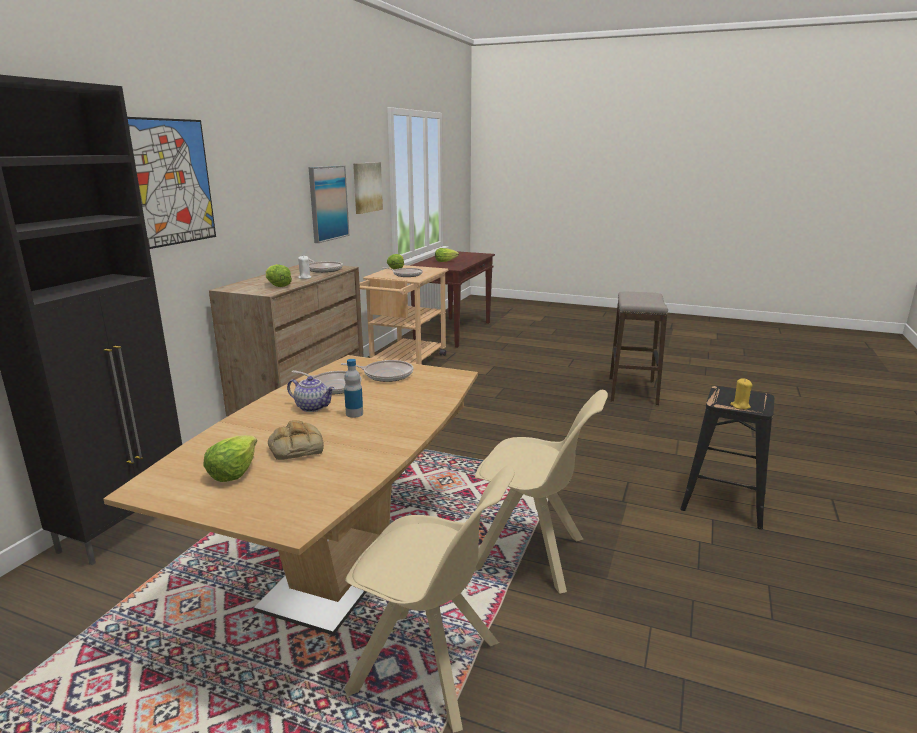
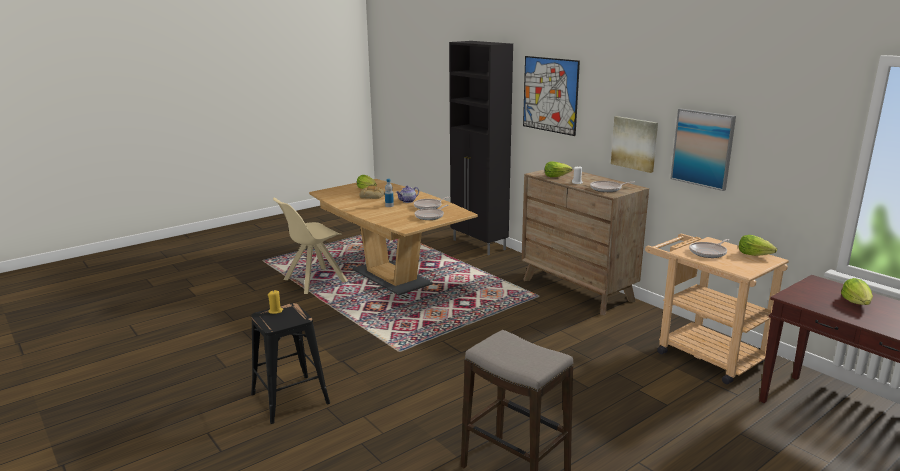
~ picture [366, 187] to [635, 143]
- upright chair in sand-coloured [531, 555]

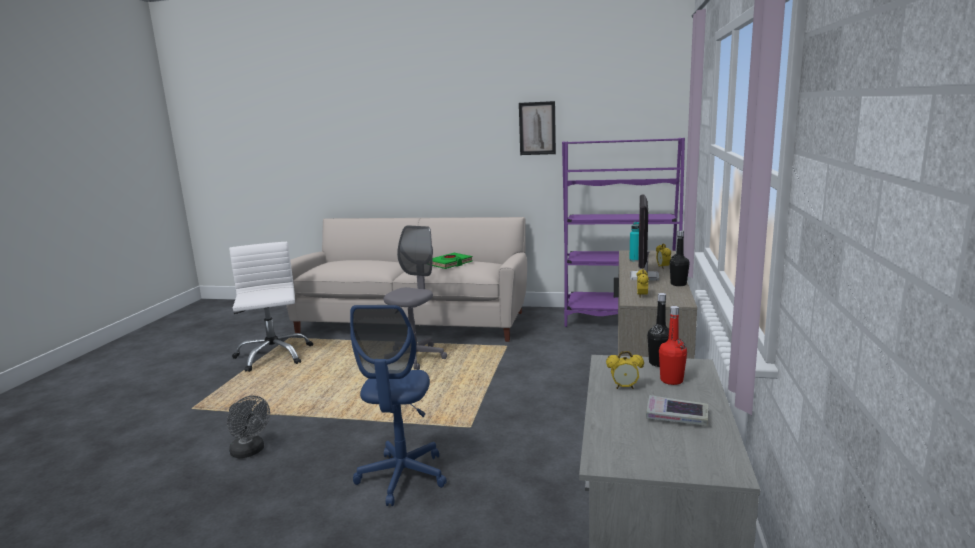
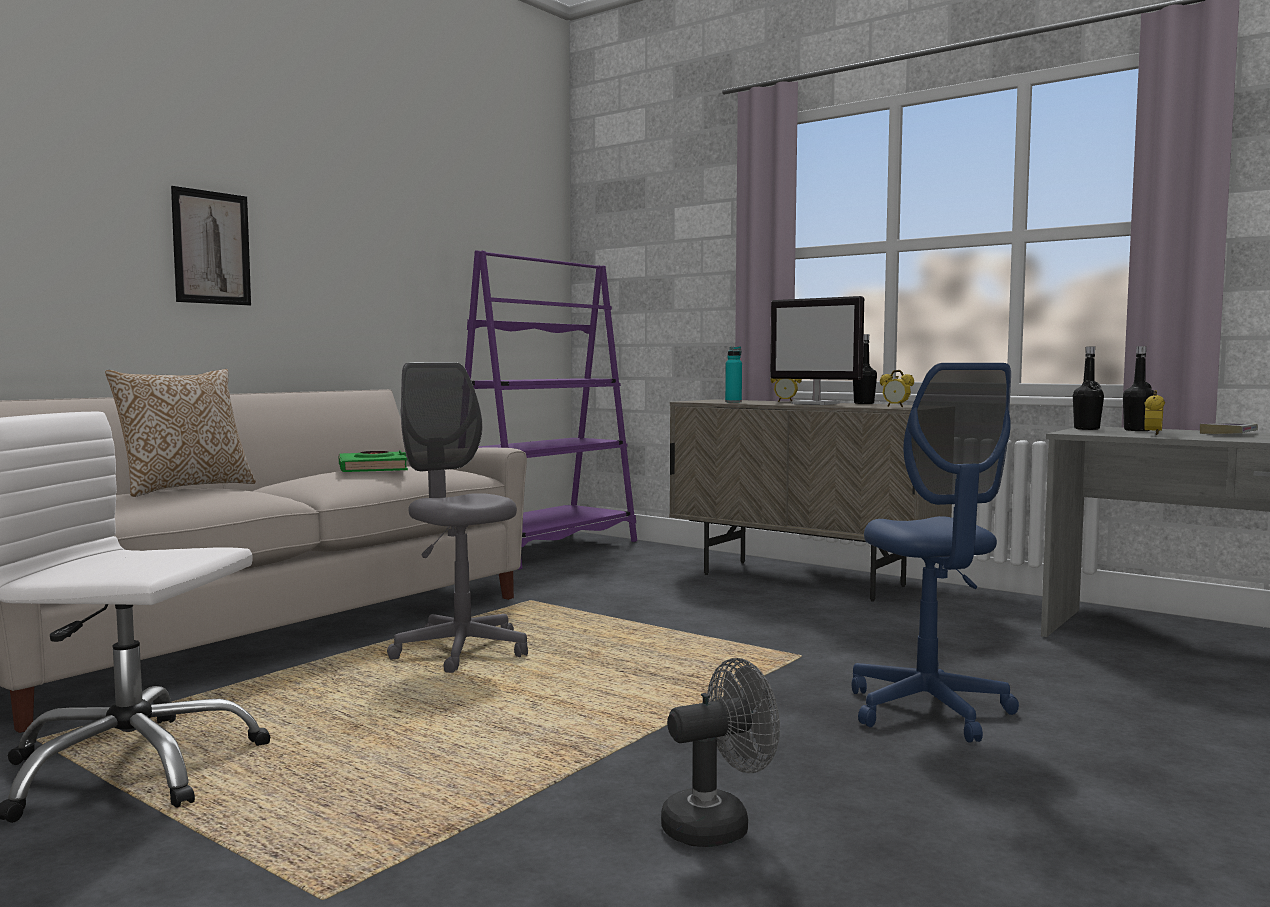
+ cushion [184, 488]
~ picture [537, 128] to [211, 247]
~ office chair in bluish [402, 477] = [928, 711] 45 degrees clockwise
~ bottle in red-coloured [671, 380] to bottle in black [1137, 430]

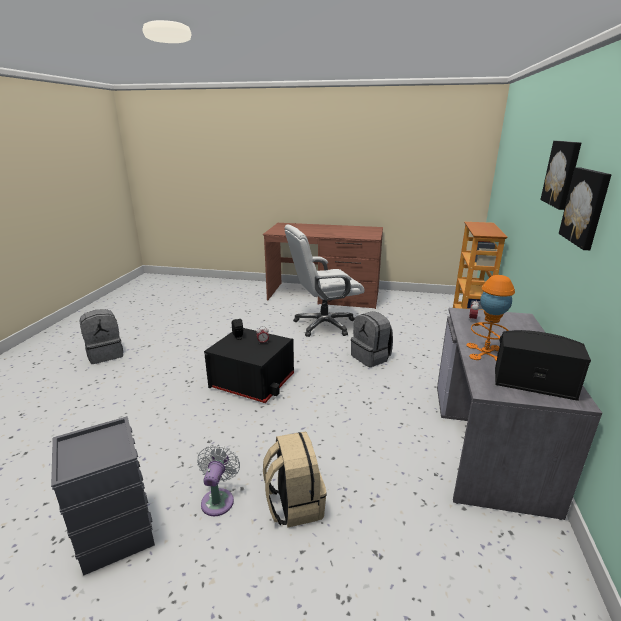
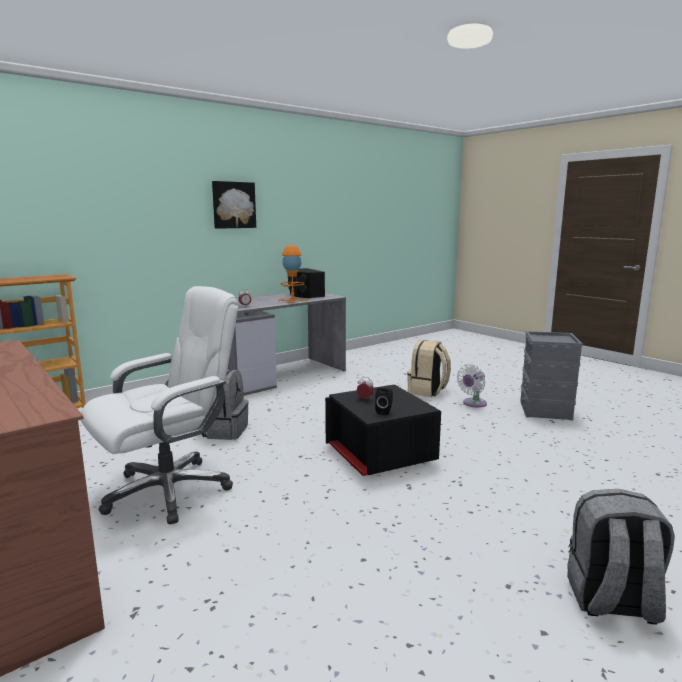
~ office chair in white [323, 325] = [169, 490] 60 degrees counterclockwise
- picture [562, 174]

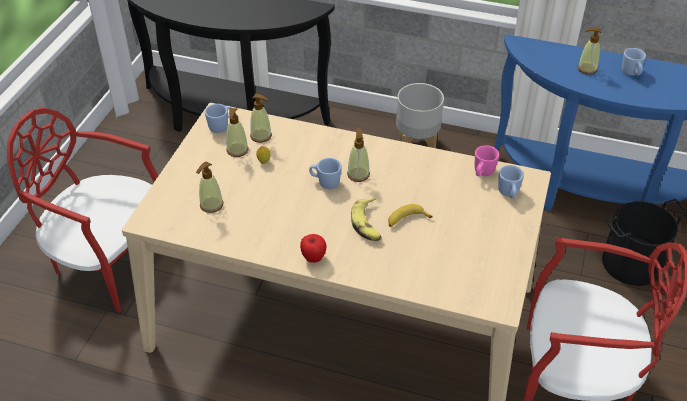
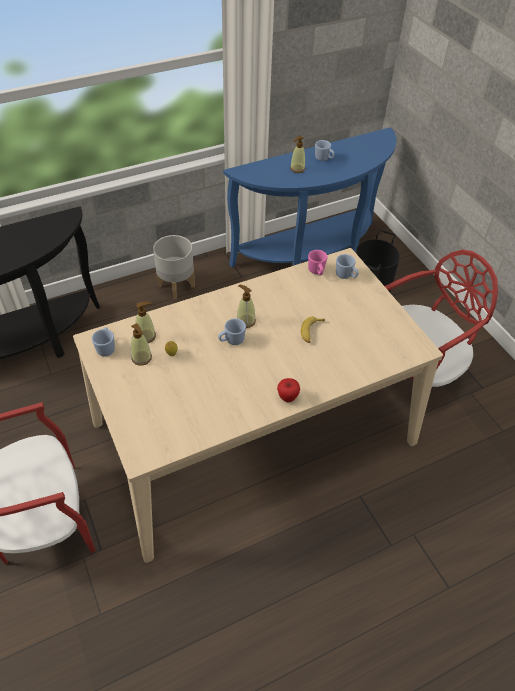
- soap bottle [211, 205]
- banana [368, 224]

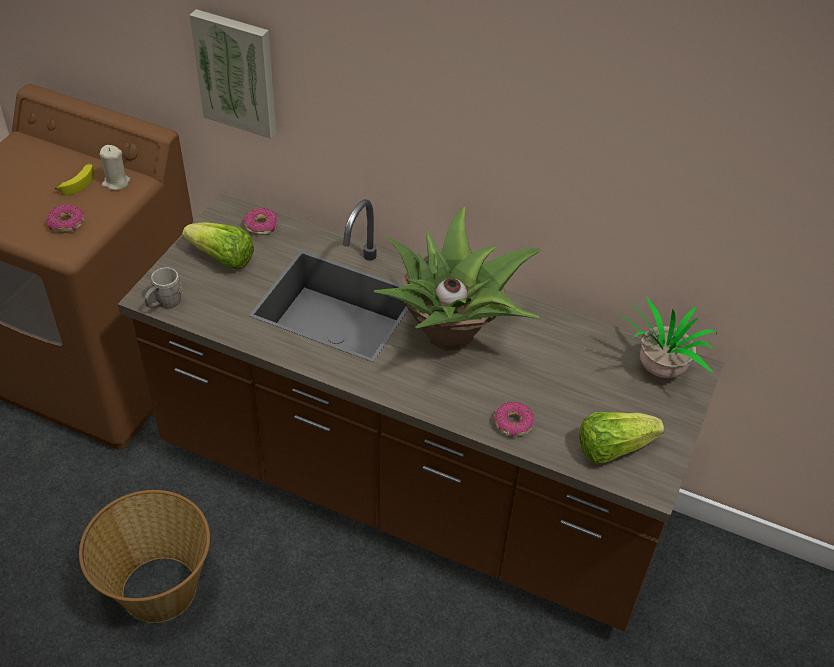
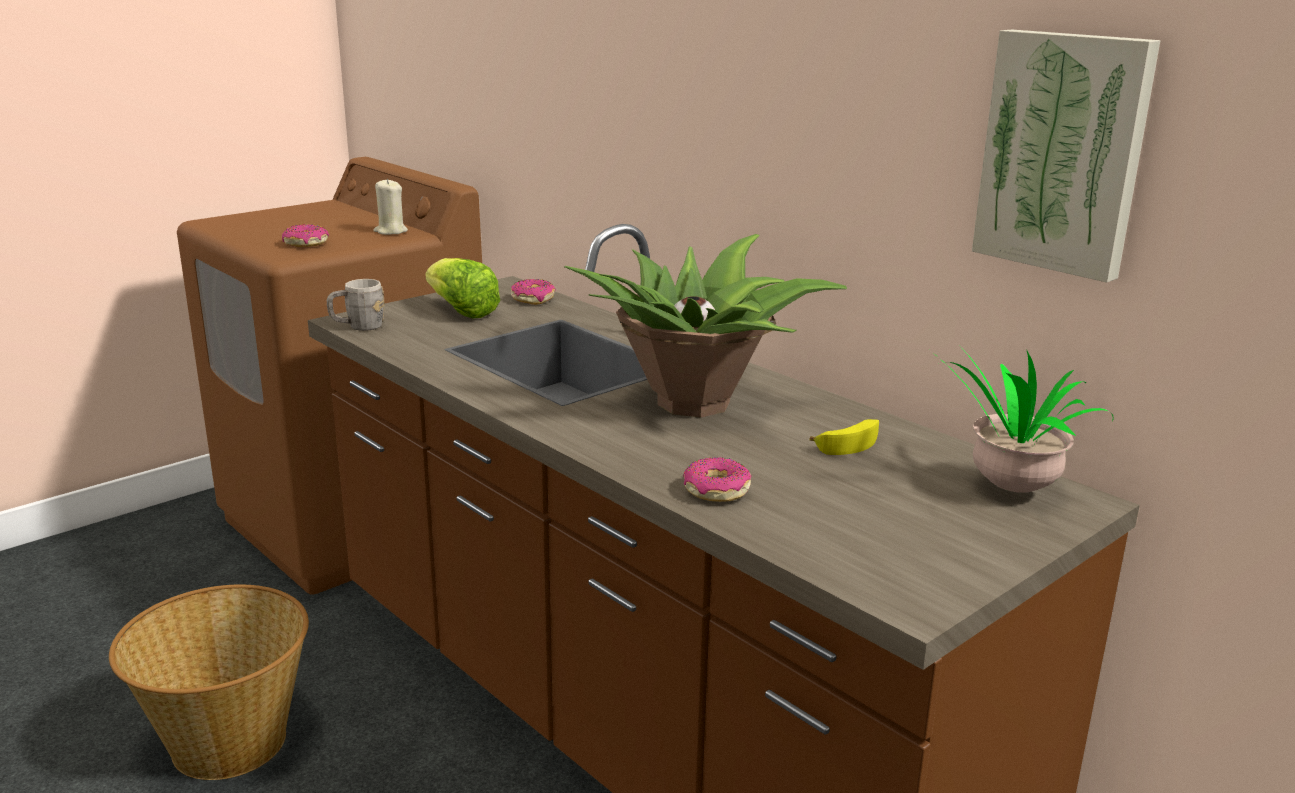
~ banana [78, 182] to [849, 443]
~ picture [237, 72] to [1064, 152]
- lettuce head [612, 448]

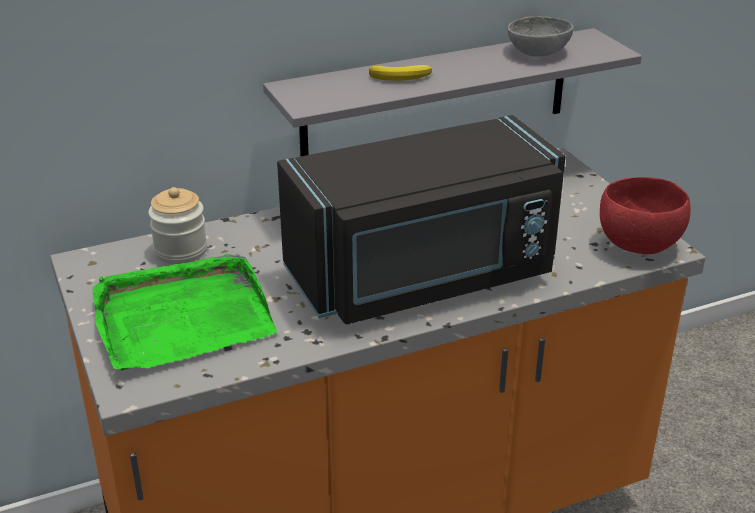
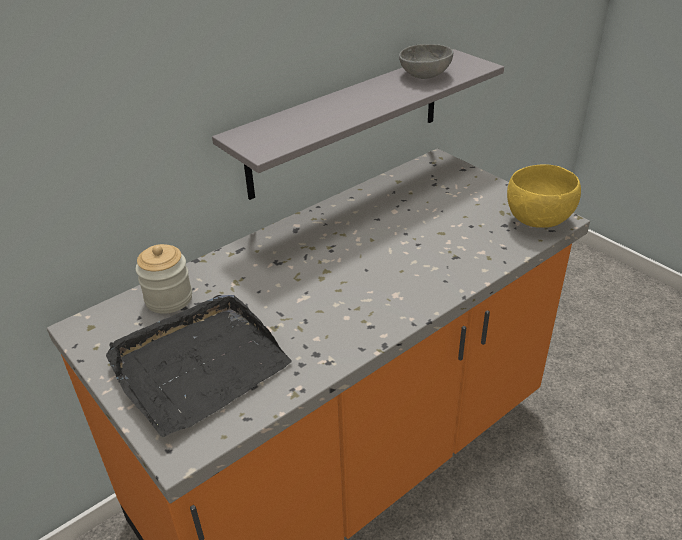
~ serving tray in green [181, 318] to serving tray in black [198, 365]
~ bowl in red-coloured [640, 246] to bowl in yellow-coloured [539, 221]
- microwave in black [424, 277]
- banana [402, 77]

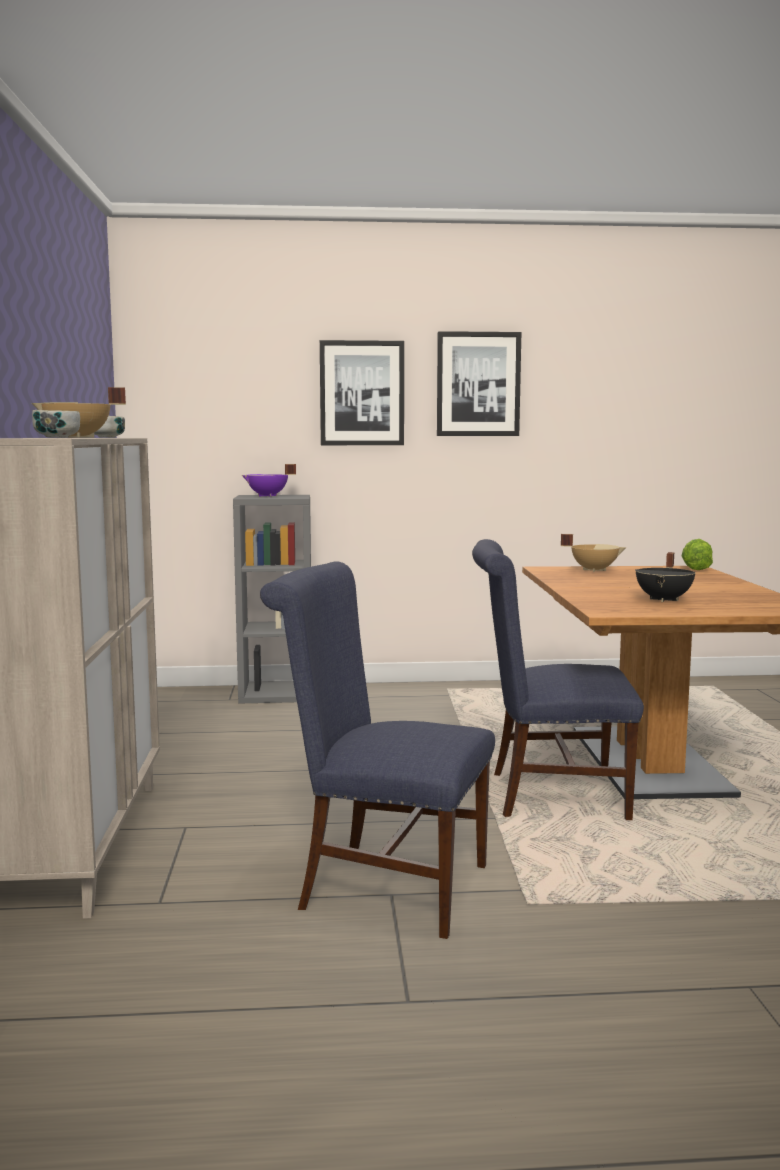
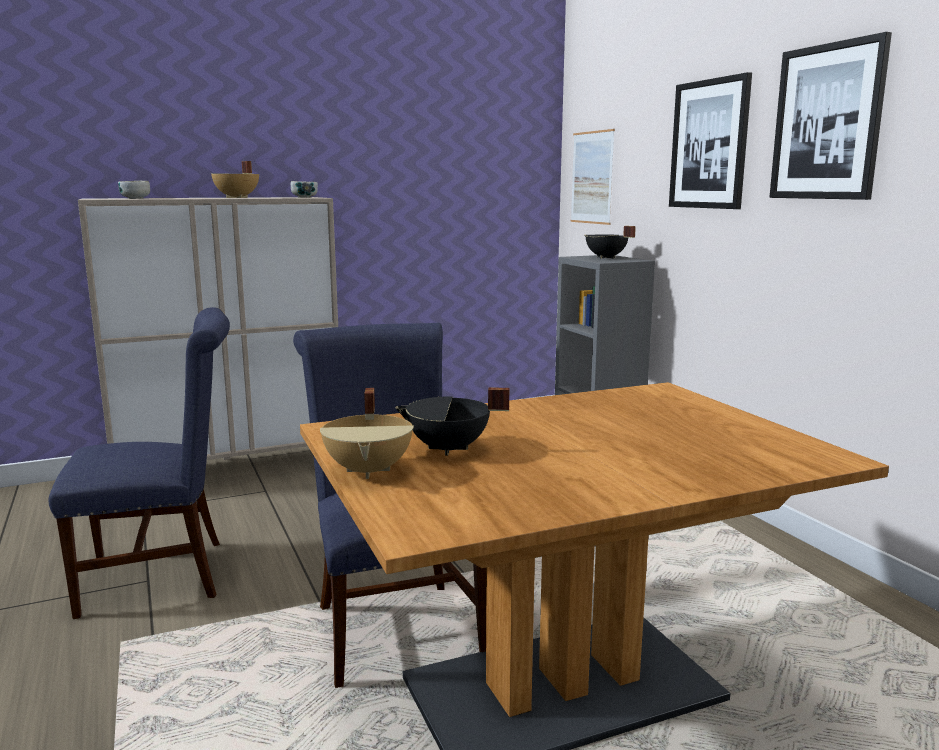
~ upright chair in bluish [382, 885] = [165, 574] 75 degrees clockwise
~ saucepot in sand-coloured [594, 570] to [370, 470]
+ picture [592, 177]
~ saucepot in purplish [268, 496] to saucepot in black [605, 257]
- lettuce head [694, 568]

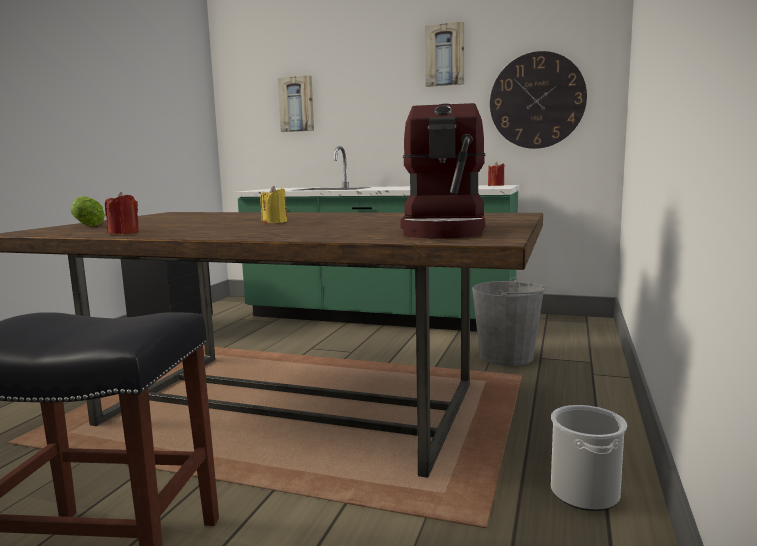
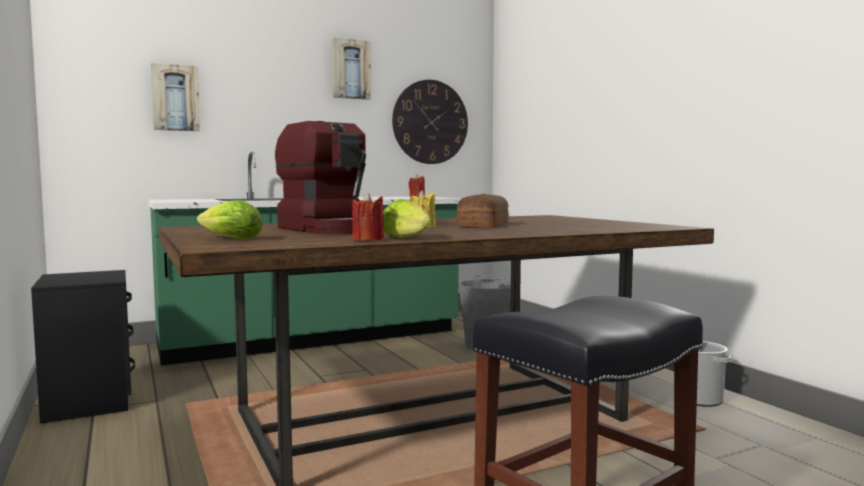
~ coffee maker [445, 229] to [331, 229]
+ lettuce head [408, 238]
+ baked bread [481, 225]

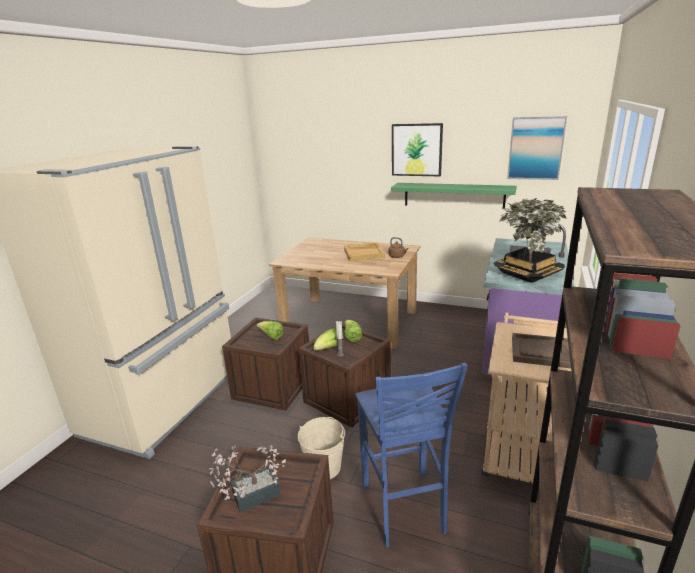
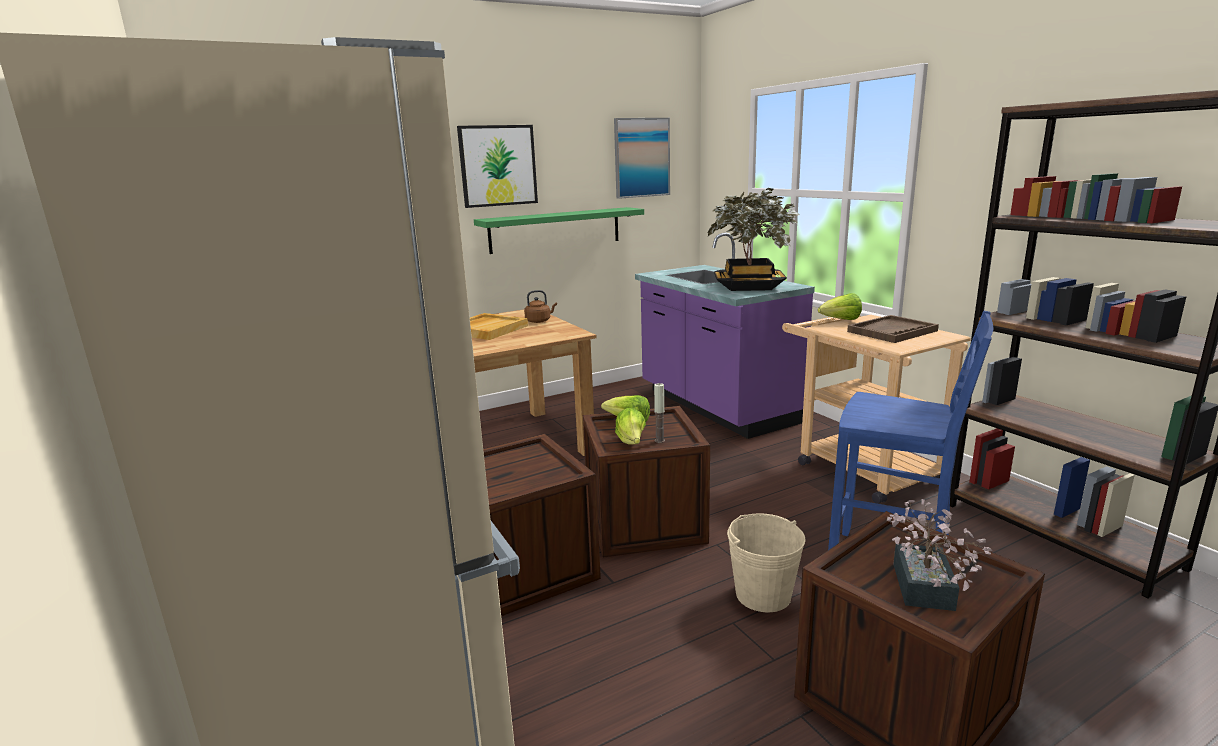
~ lettuce head [271, 337] to [840, 320]

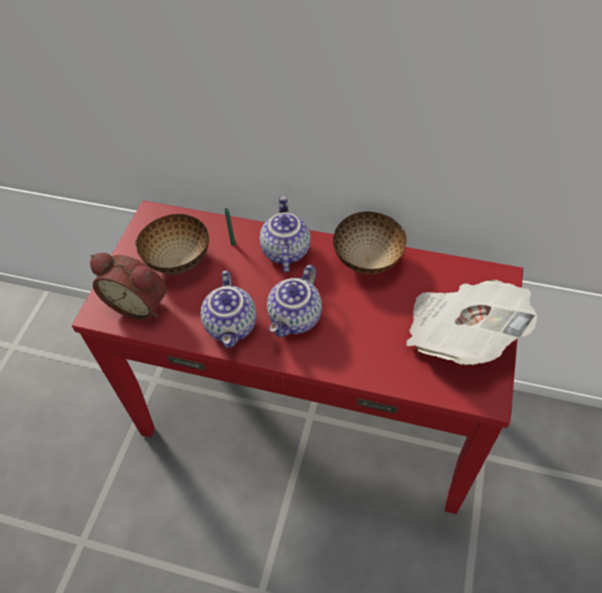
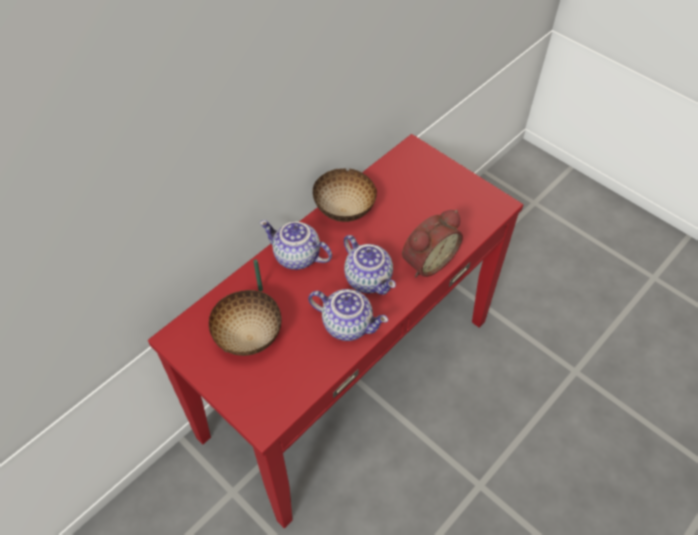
~ alarm clock [140, 303] to [426, 260]
- daily paper [459, 334]

